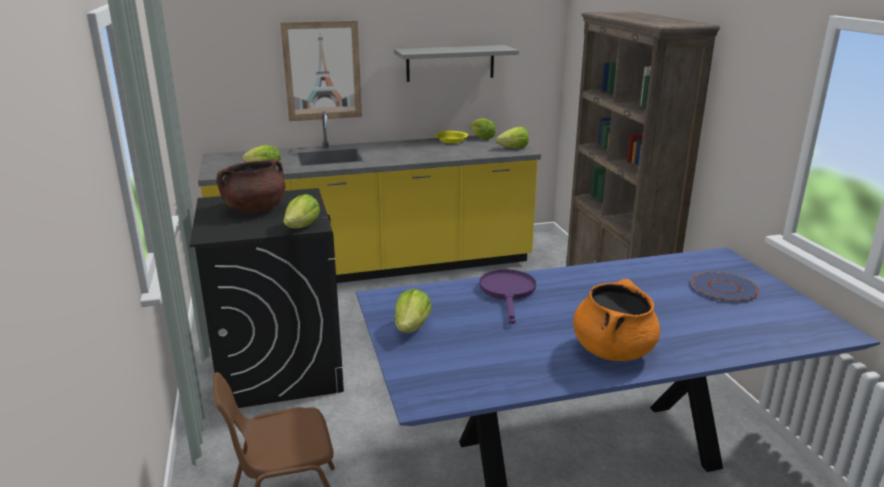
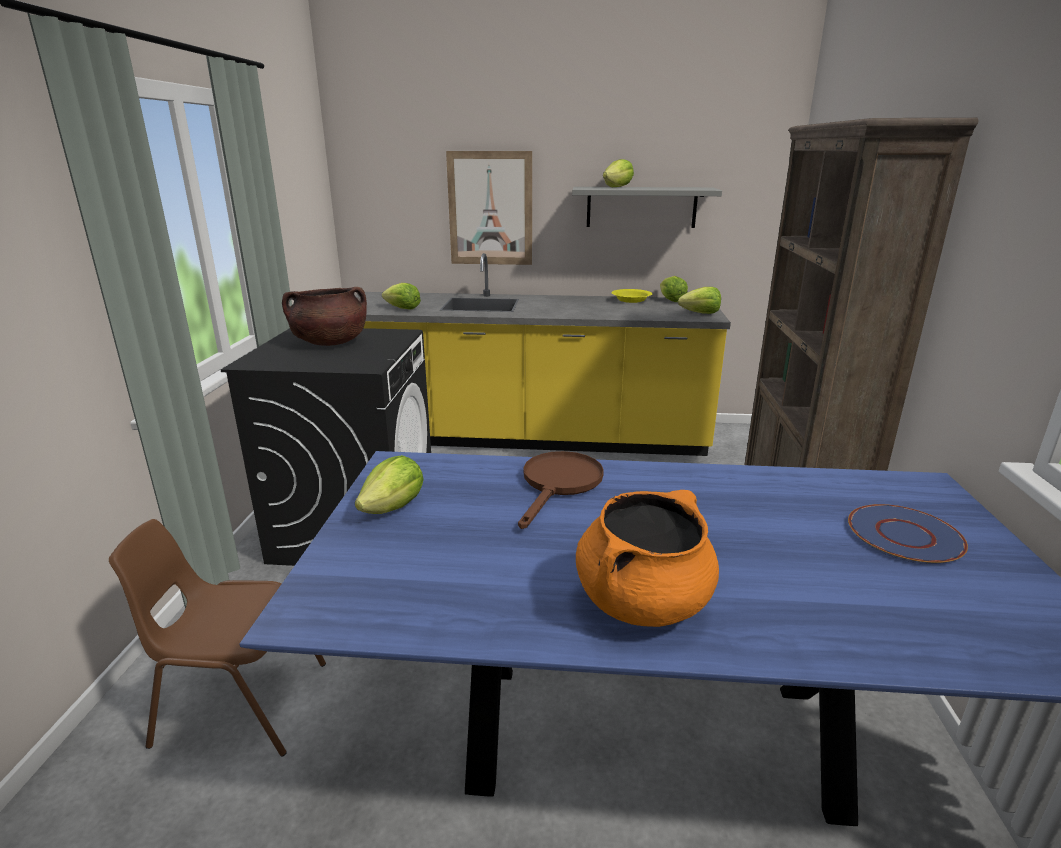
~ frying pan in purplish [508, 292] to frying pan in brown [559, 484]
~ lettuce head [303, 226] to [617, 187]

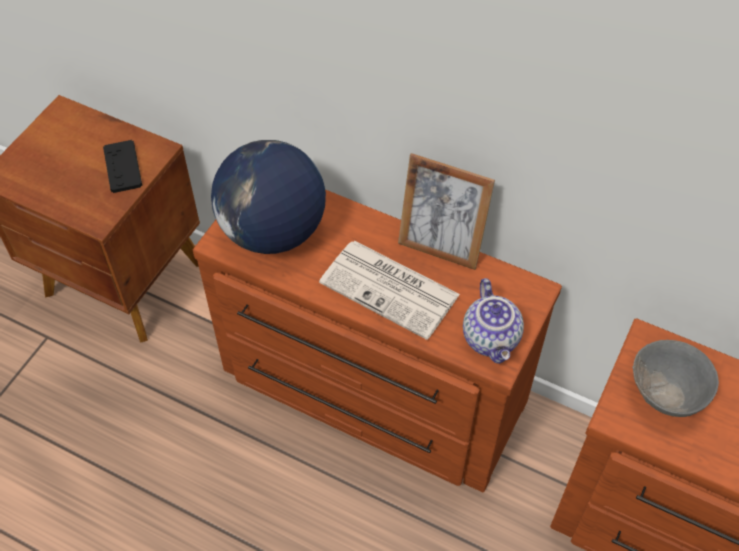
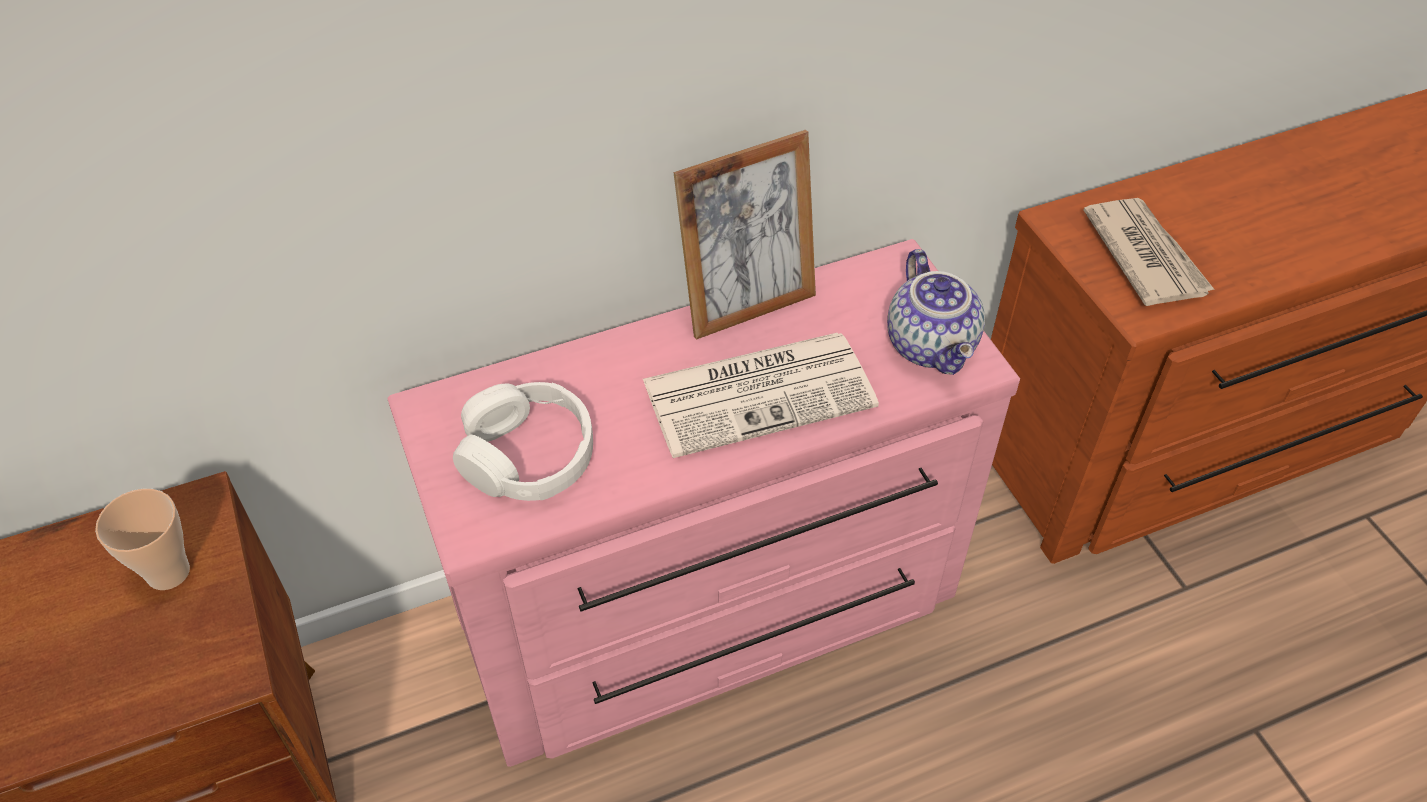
~ game controller in black [123, 167] to drinking cup [168, 572]
~ drawer chest in brown [370, 391] to drawer chest in pink [712, 614]
~ desk globe [273, 232] to pair of headphones in white [528, 456]
~ teapot [492, 339] = [933, 346] 45 degrees clockwise
~ bowl in gray [665, 395] to daily paper [1145, 255]

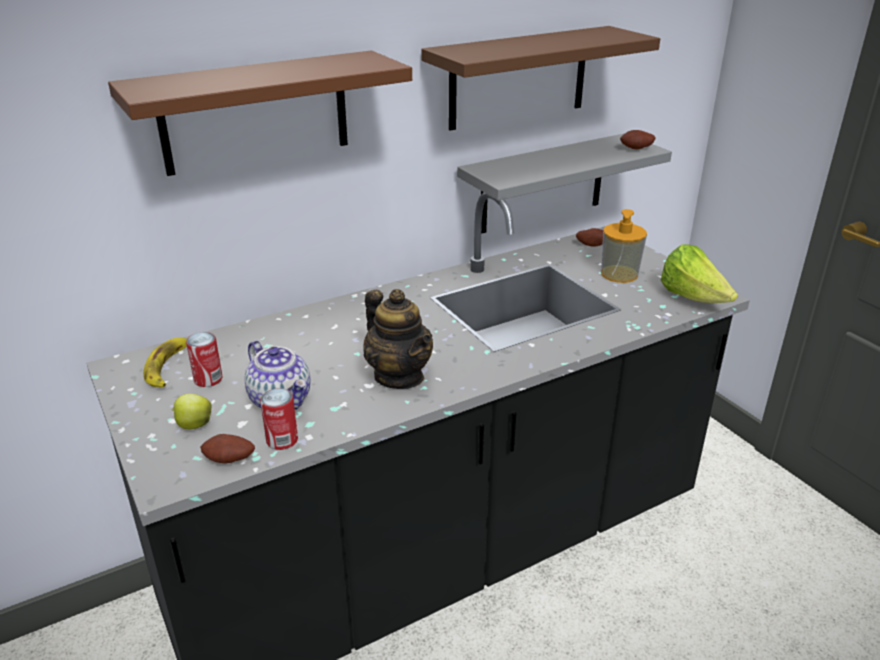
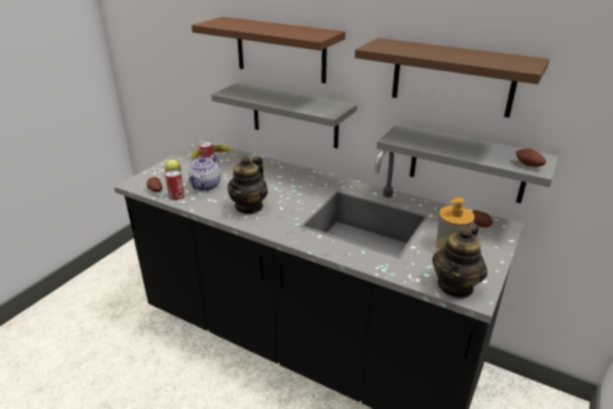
+ shelf in gray [295, 115]
~ lettuce head [693, 298] to teapot [455, 286]

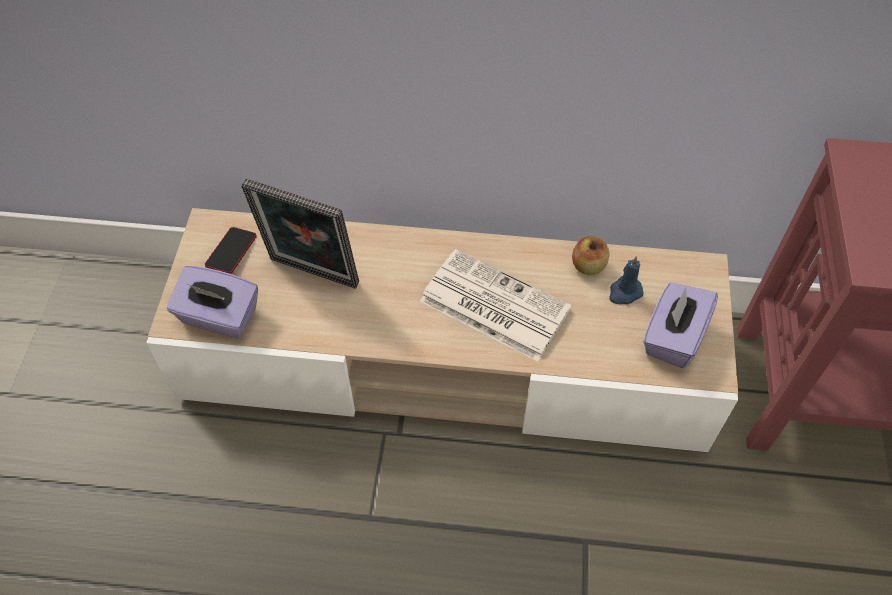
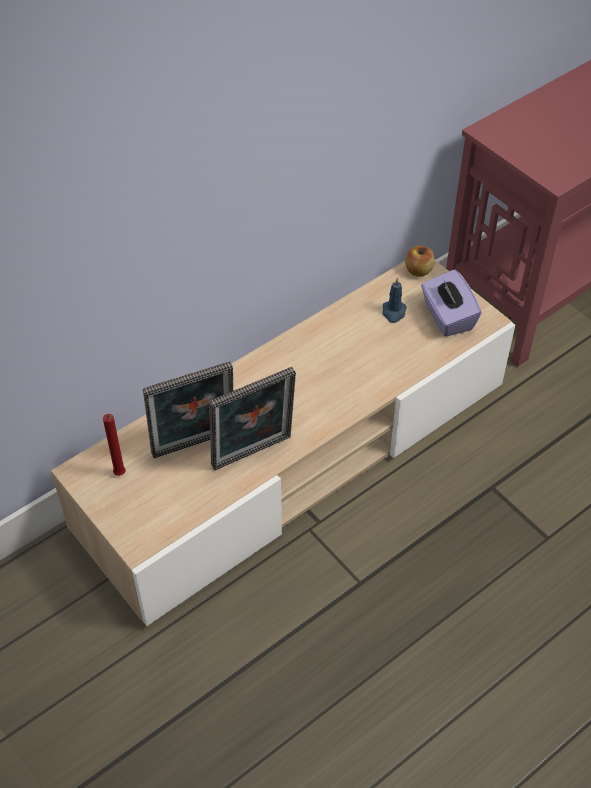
~ handset [232, 253] to candle in red-coloured [120, 475]
+ standing frame [253, 455]
~ apple [588, 266] to [418, 271]
- box of tissues in purplish [219, 317]
- daily paper [492, 305]

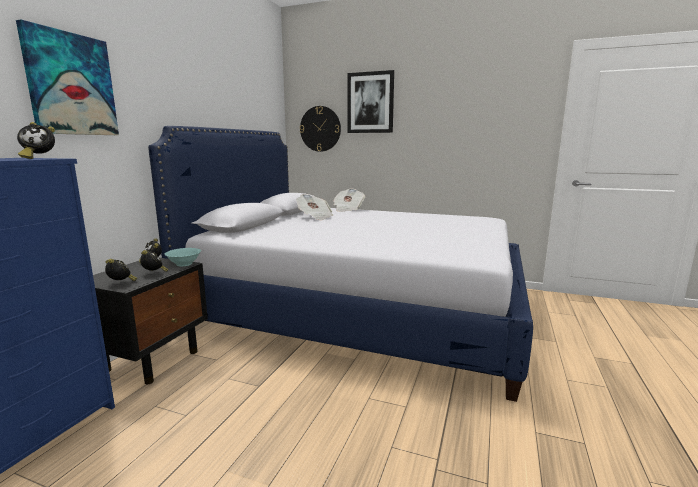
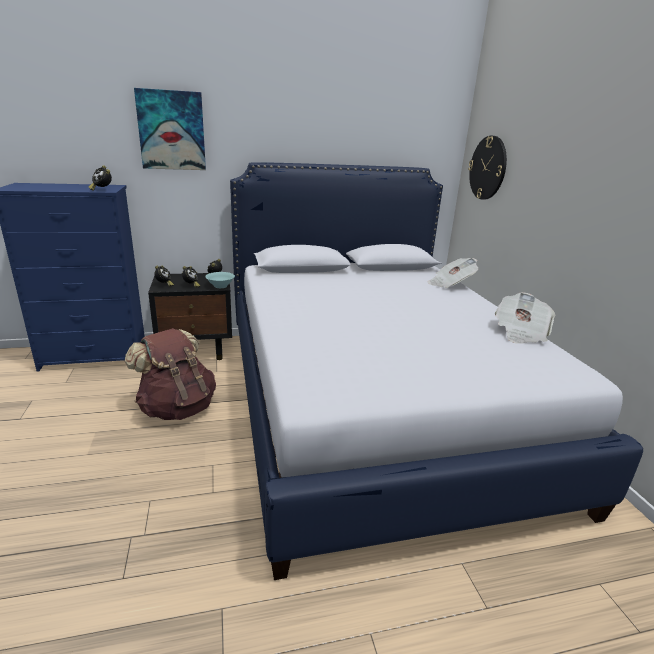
+ knapsack in brown [177, 408]
~ daily paper [315, 217] to [520, 333]
- picture [370, 103]

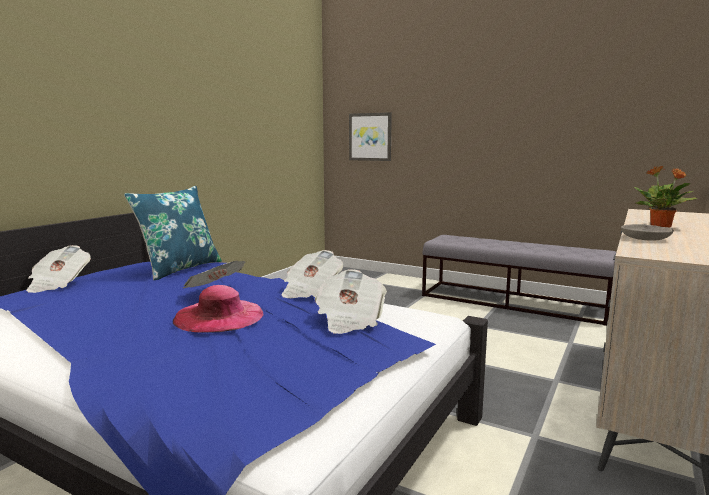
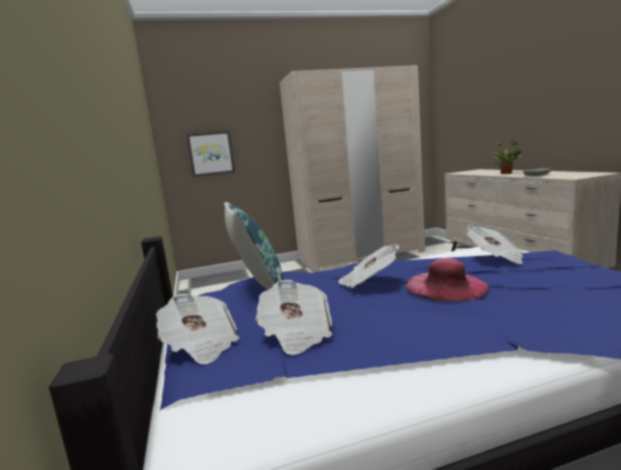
~ daily paper [310, 291] to [296, 334]
~ indoor bench in gray [513, 302] to clothes cupboard in sand-coloured [360, 256]

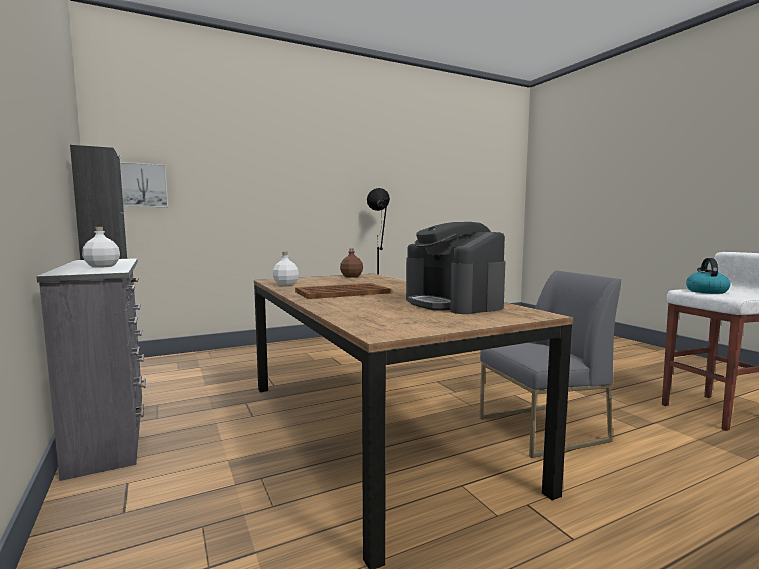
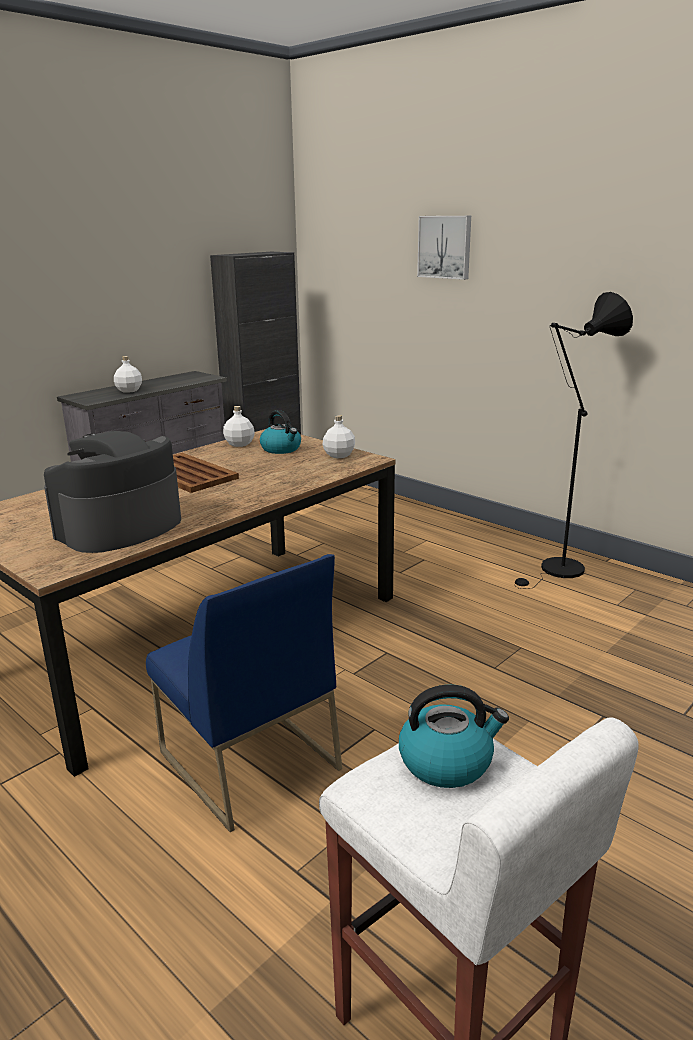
~ upright chair in gray [542, 430] to upright chair in bluish [247, 760]
+ water kettle [281, 449]
~ bottle in brown [352, 276] to bottle in white [339, 455]
~ picture [143, 185] to [445, 247]

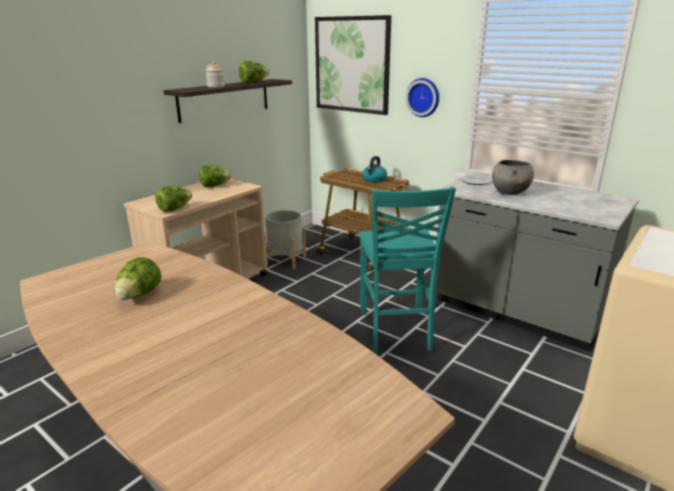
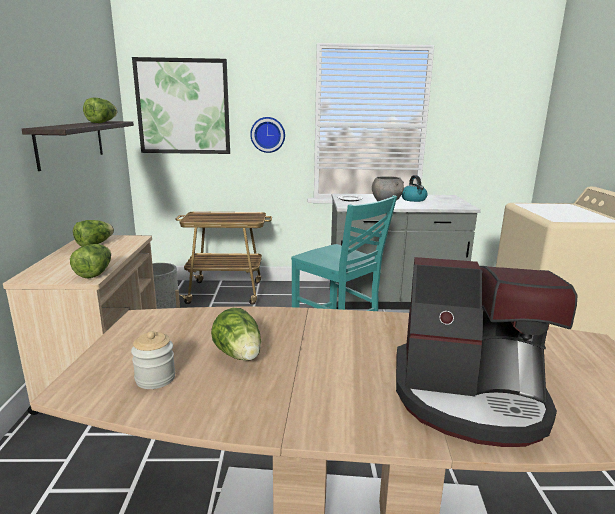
~ storage jar [216, 86] to [155, 378]
+ coffee maker [469, 397]
~ water kettle [374, 179] to [414, 199]

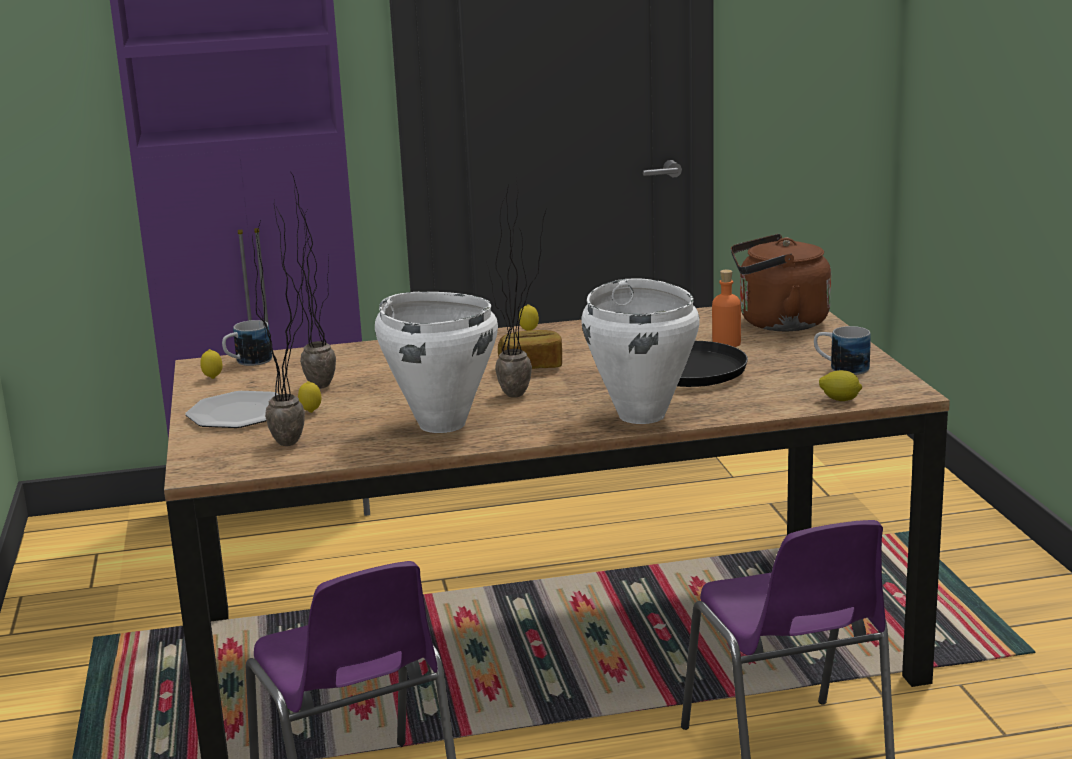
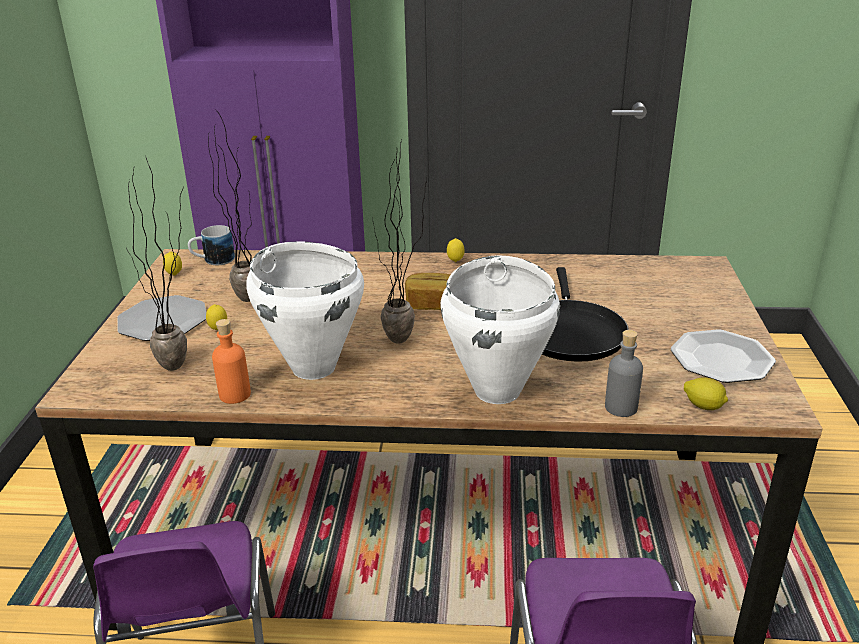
~ bottle in orange-coloured [726, 343] to [234, 395]
+ bottle in gray [621, 407]
~ tea mug [841, 368] to dinner plate [721, 359]
- water kettle in brown [777, 323]

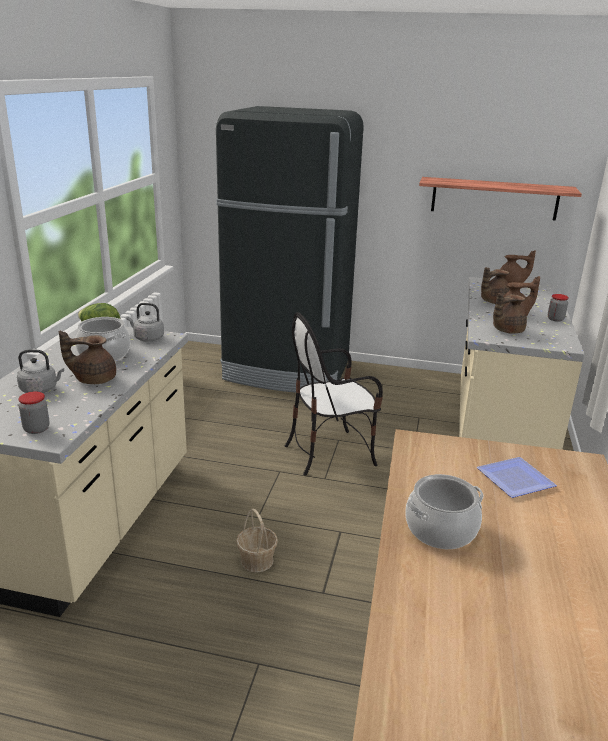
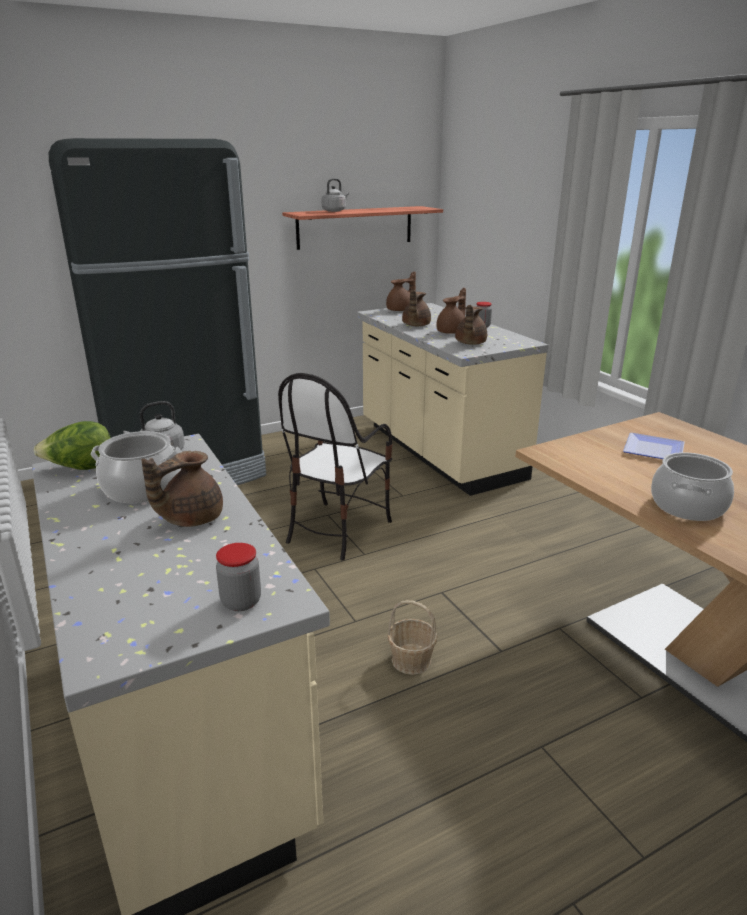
~ water kettle in gray [41, 389] to [335, 211]

